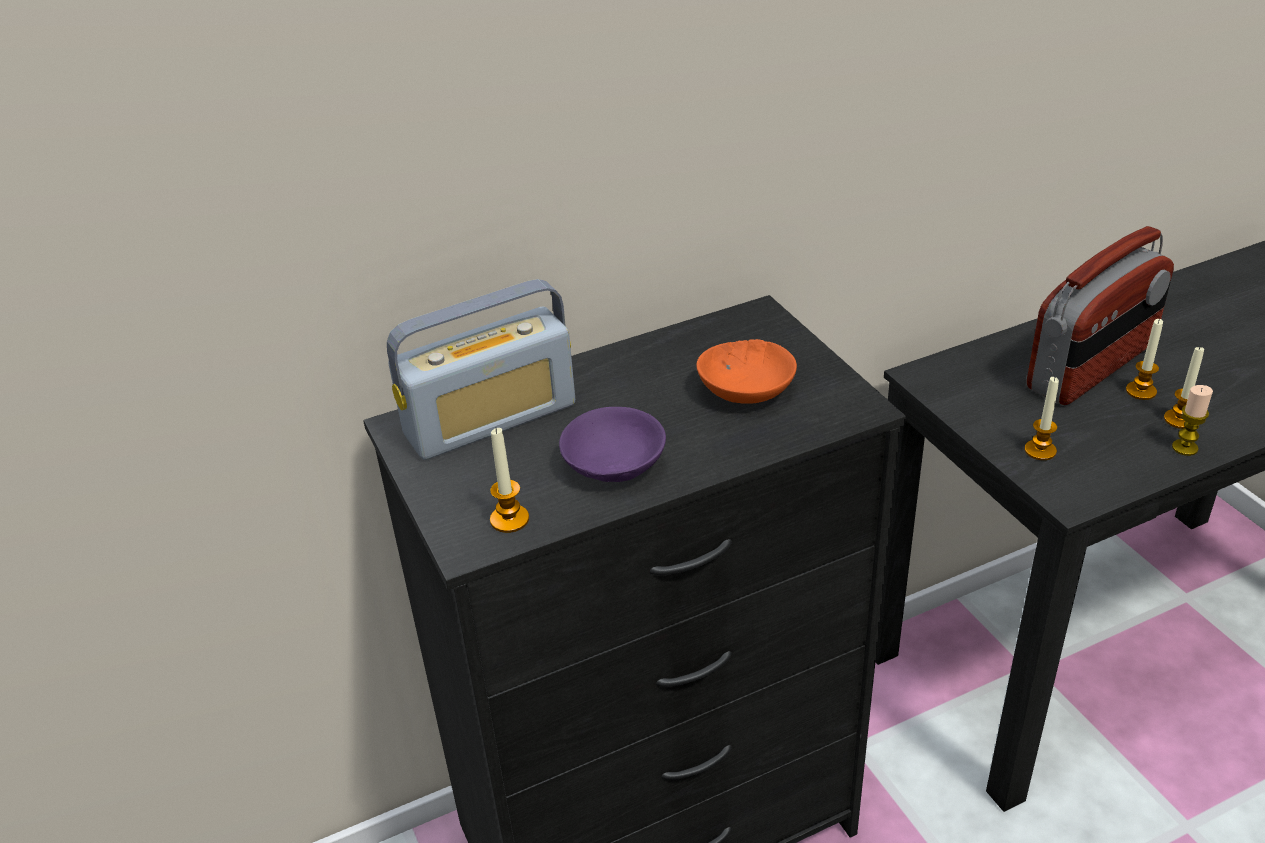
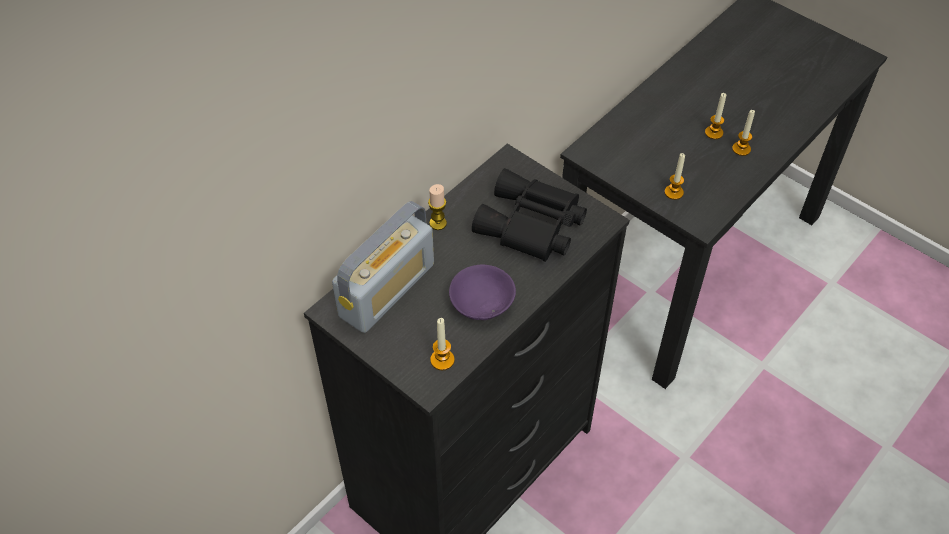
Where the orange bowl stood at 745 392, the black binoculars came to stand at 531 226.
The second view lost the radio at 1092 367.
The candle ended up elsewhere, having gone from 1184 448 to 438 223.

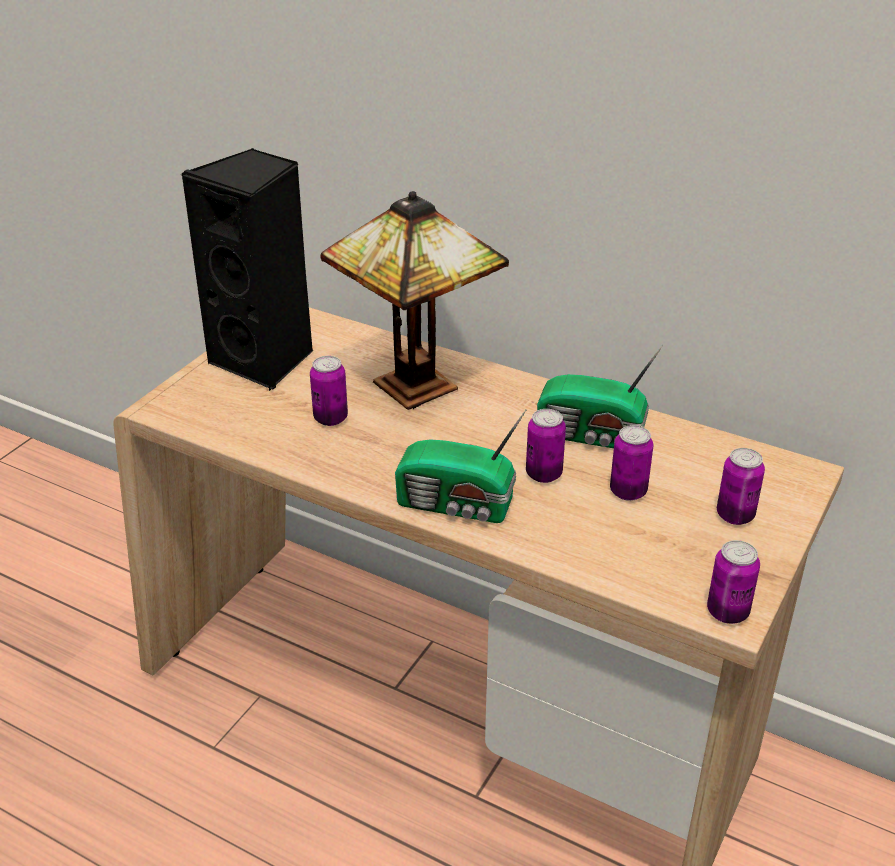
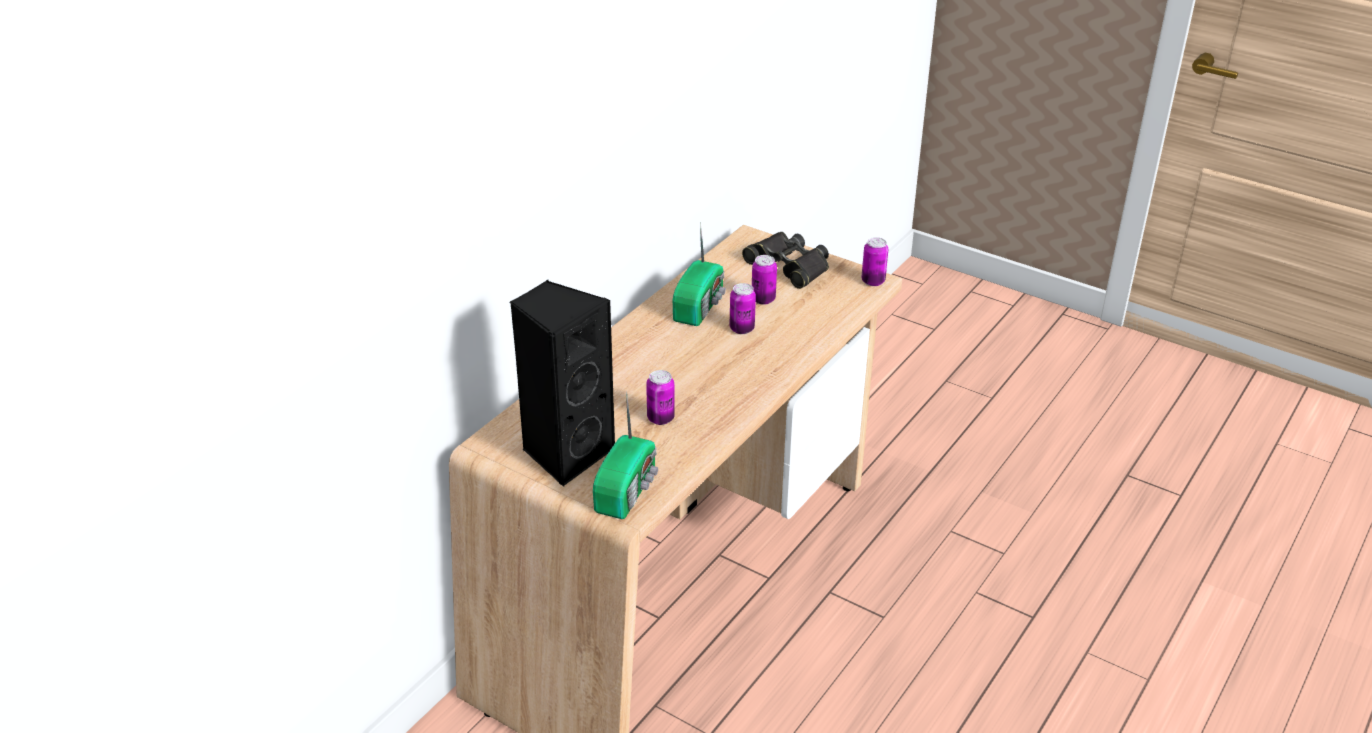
The second view lost the table lamp at 421 387.
The radio ended up elsewhere, having gone from 457 505 to 628 489.
Where the can stood at 735 515, the black binoculars came to stand at 789 266.

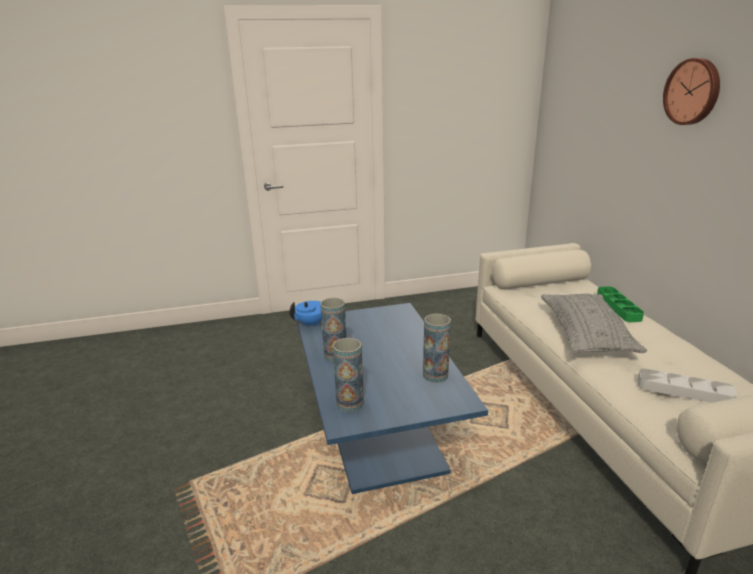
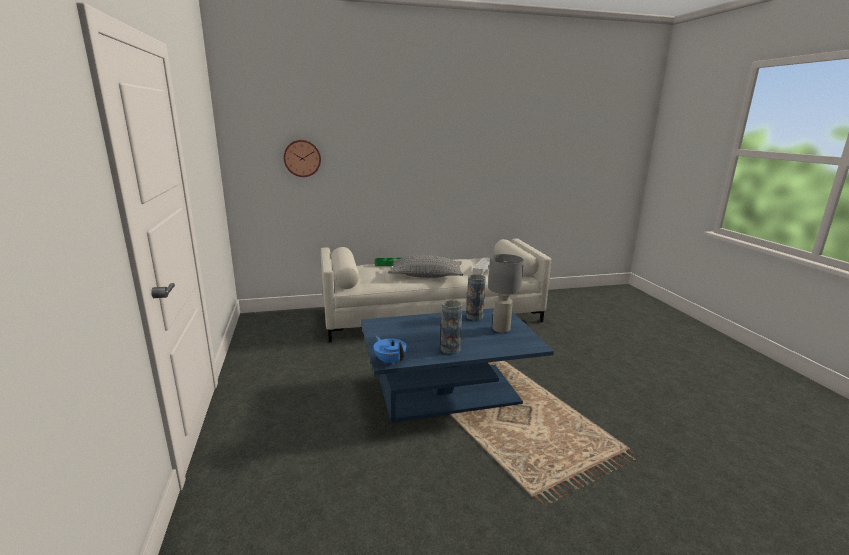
The second view lost the vase at 350 403.
The wall clock ended up elsewhere, having gone from 693 91 to 302 158.
The second view gained the grey table lamp at 501 329.

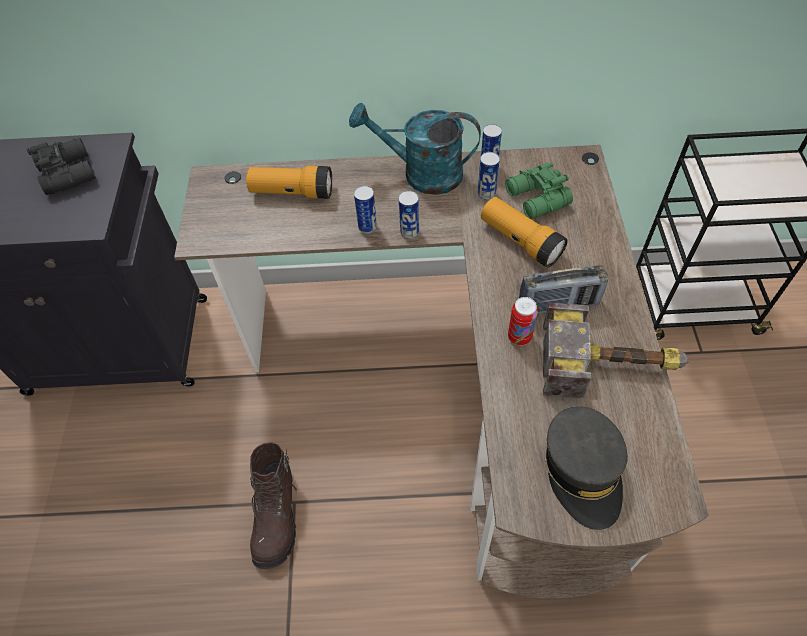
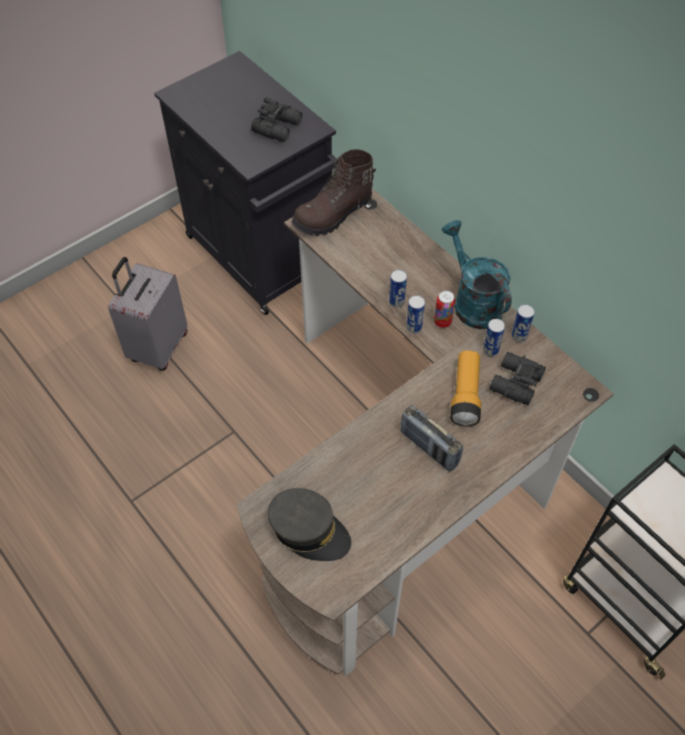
The second view lost the flashlight at 292 192.
The brown boot ended up elsewhere, having gone from 277 516 to 334 214.
What was the green binoculars at 536 199 turned into the black binoculars at 514 383.
The can ended up elsewhere, having gone from 519 337 to 442 322.
The second view lost the hammer at 612 365.
The grey cap at 583 471 ended up facing another way, 105 degrees counterclockwise from before.
The second view gained the grey suitcase at 157 347.

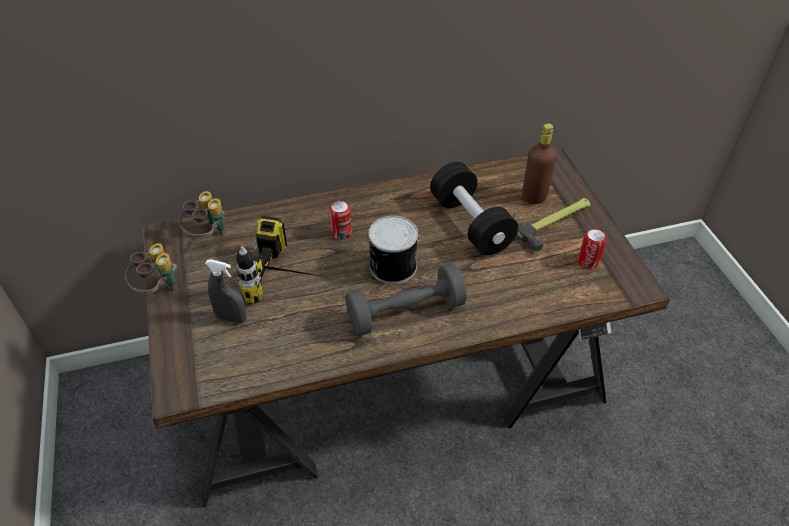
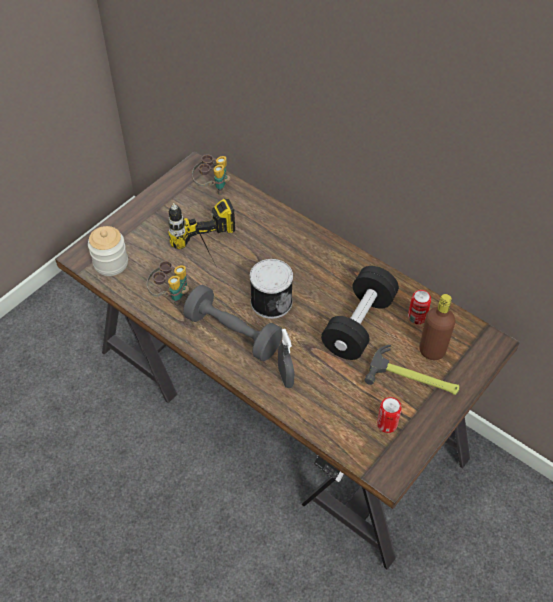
The binoculars ended up elsewhere, having gone from 158 289 to 170 295.
The grey spray bottle ended up elsewhere, having gone from 231 318 to 285 377.
The can ended up elsewhere, having gone from 341 233 to 417 317.
The second view gained the jar at 111 263.

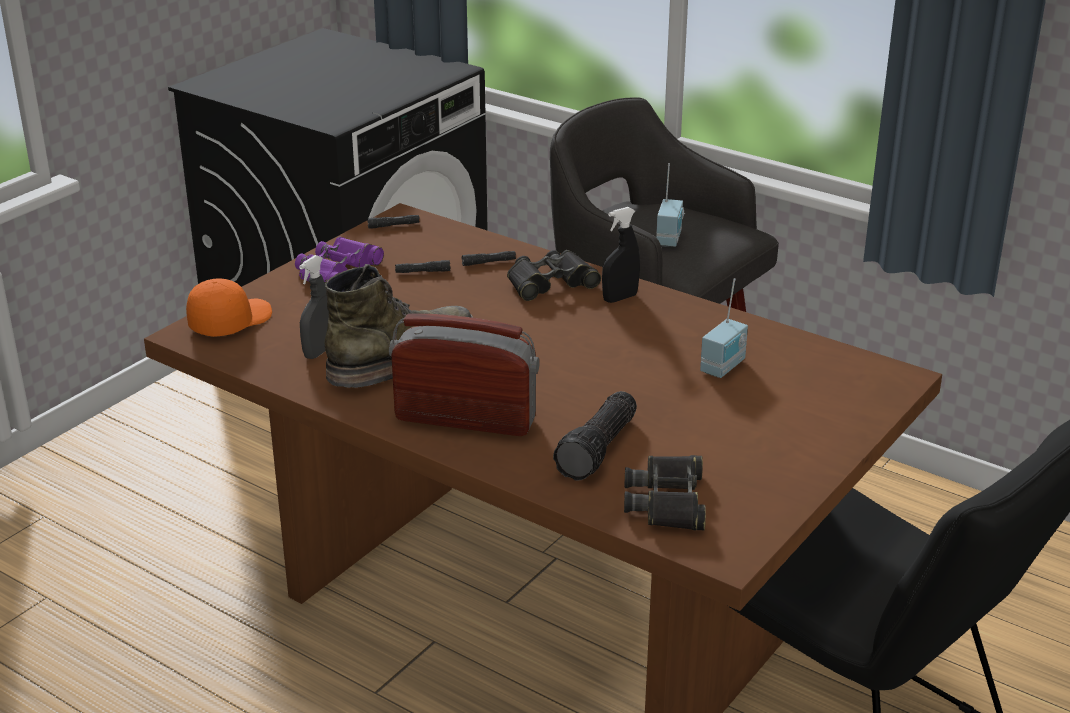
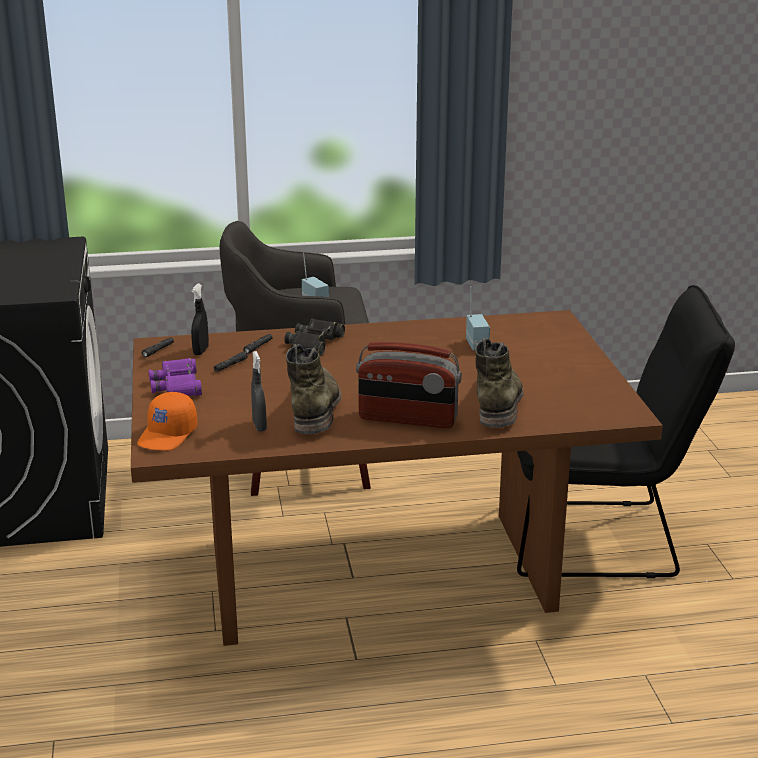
The orange cap at 230 321 ended up facing another way, 150 degrees counterclockwise from before.
The radio at 465 419 ended up facing another way, 135 degrees counterclockwise from before.
Where the flashlight stood at 600 450, the green boot came to stand at 497 402.
The black spray bottle ended up elsewhere, having gone from 620 298 to 201 351.
The second view lost the black binoculars at 668 501.

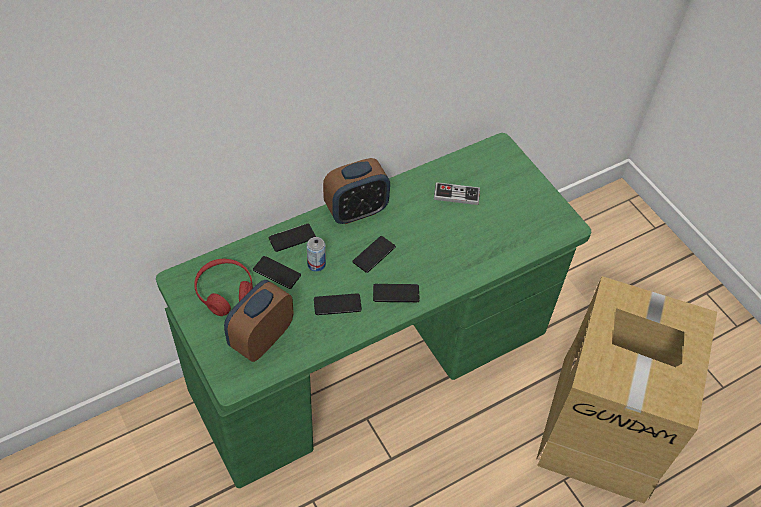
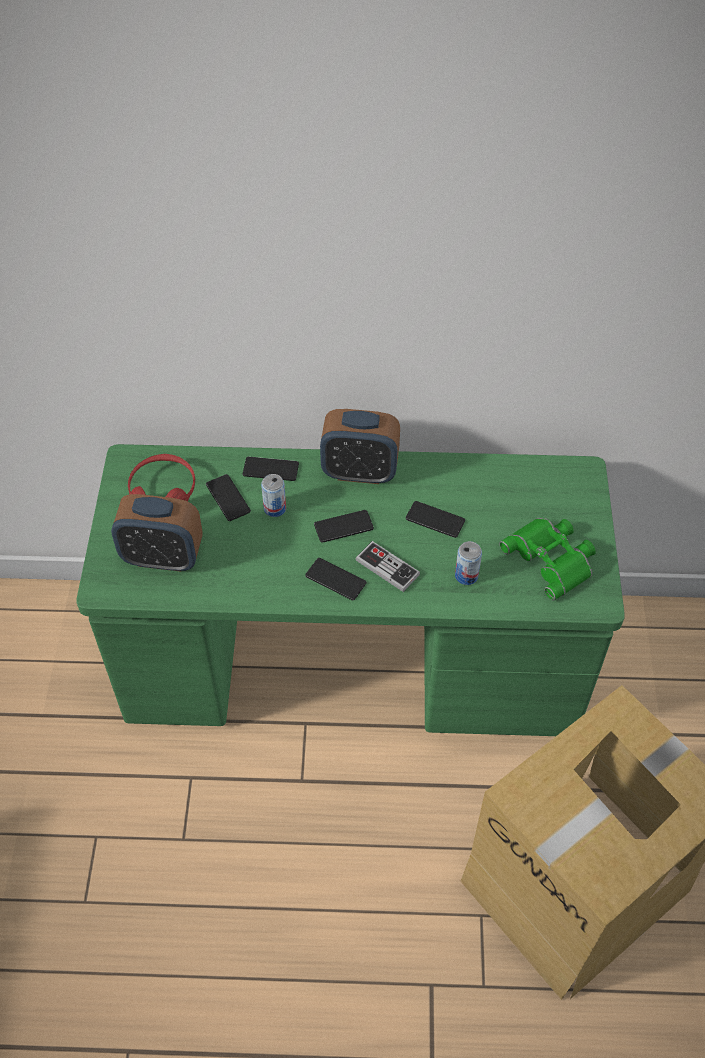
The alarm clock at 261 338 ended up facing another way, 150 degrees counterclockwise from before.
The phone ended up elsewhere, having gone from 337 305 to 435 520.
The game controller ended up elsewhere, having gone from 456 195 to 387 567.
The second view gained the can at 466 575.
The second view gained the green binoculars at 552 558.

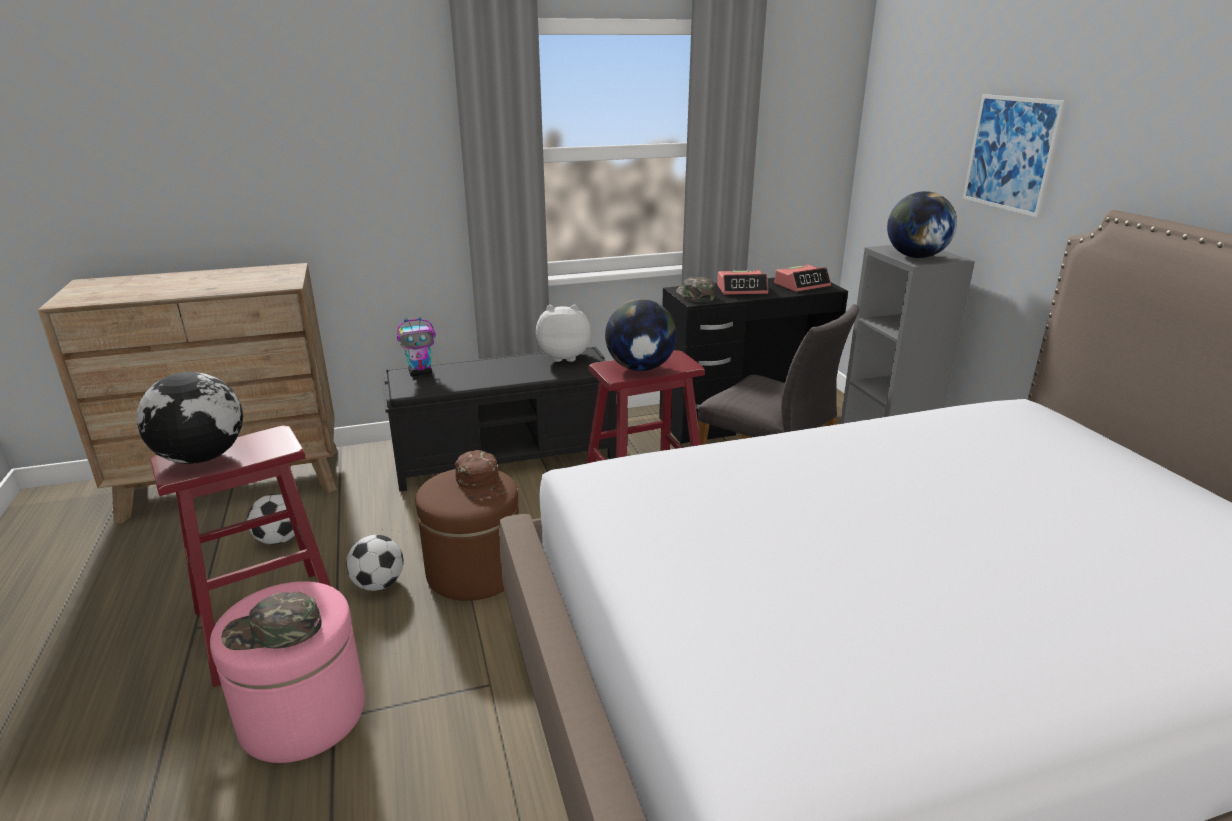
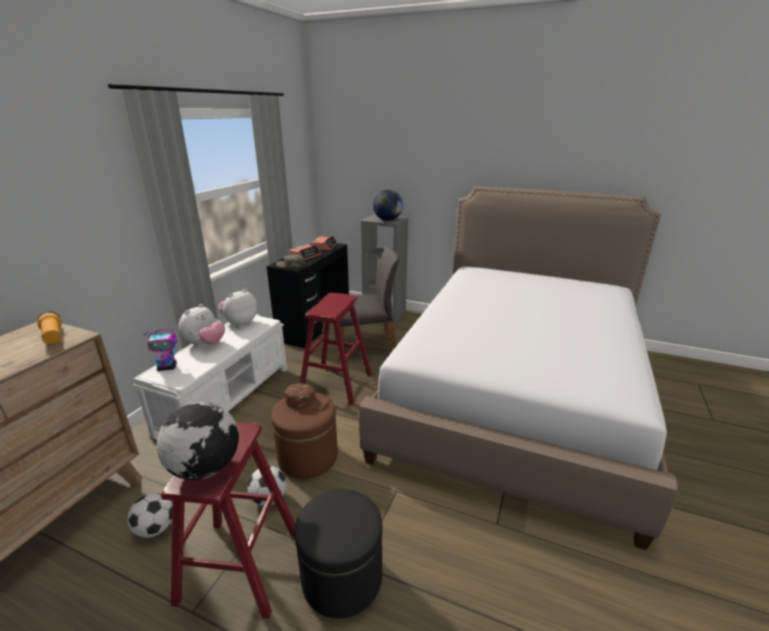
What was the pink ottoman at 303 714 turned into the black ottoman at 342 577.
The second view lost the green cap at 273 631.
What was the black bench at 507 457 turned into the white bench at 227 399.
The toy robot at 421 373 ended up facing another way, 60 degrees clockwise from before.
The second view lost the globe at 640 368.
The second view lost the picture at 1010 153.
The second view gained the flashlight at 53 336.
The second view gained the plush toy at 205 344.

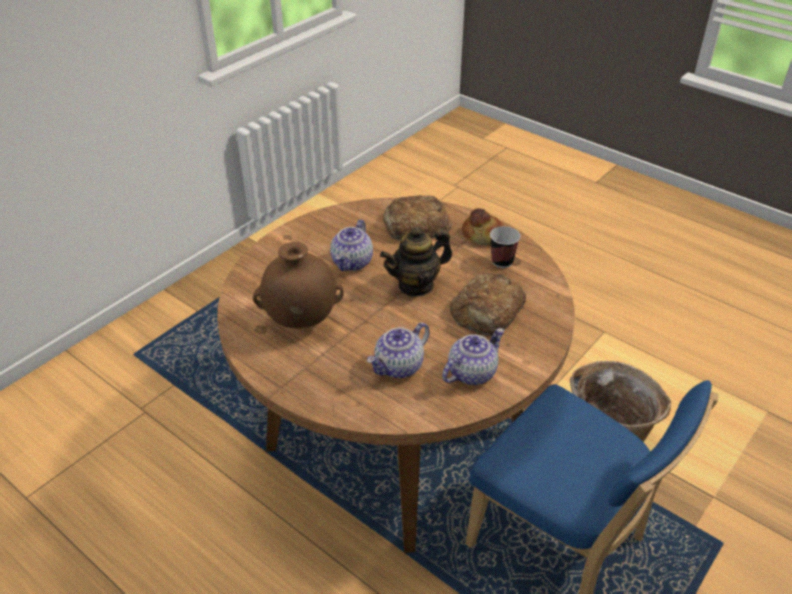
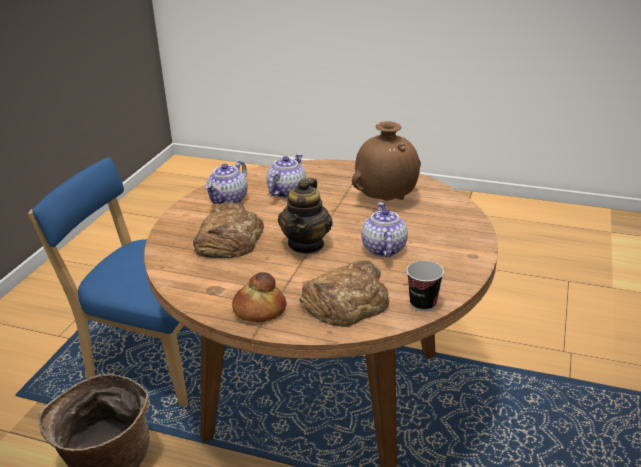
The teapot at 416 285 ended up facing another way, 150 degrees clockwise from before.
The cup ended up elsewhere, having gone from 502 261 to 423 303.

